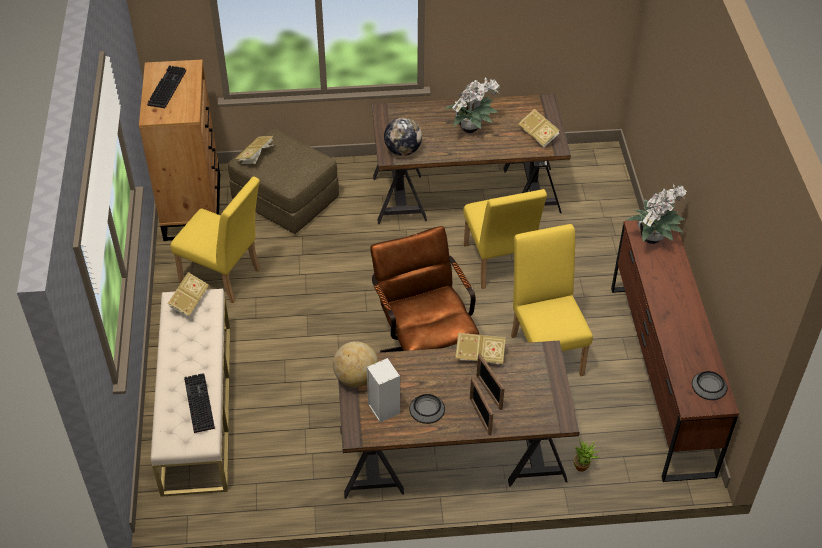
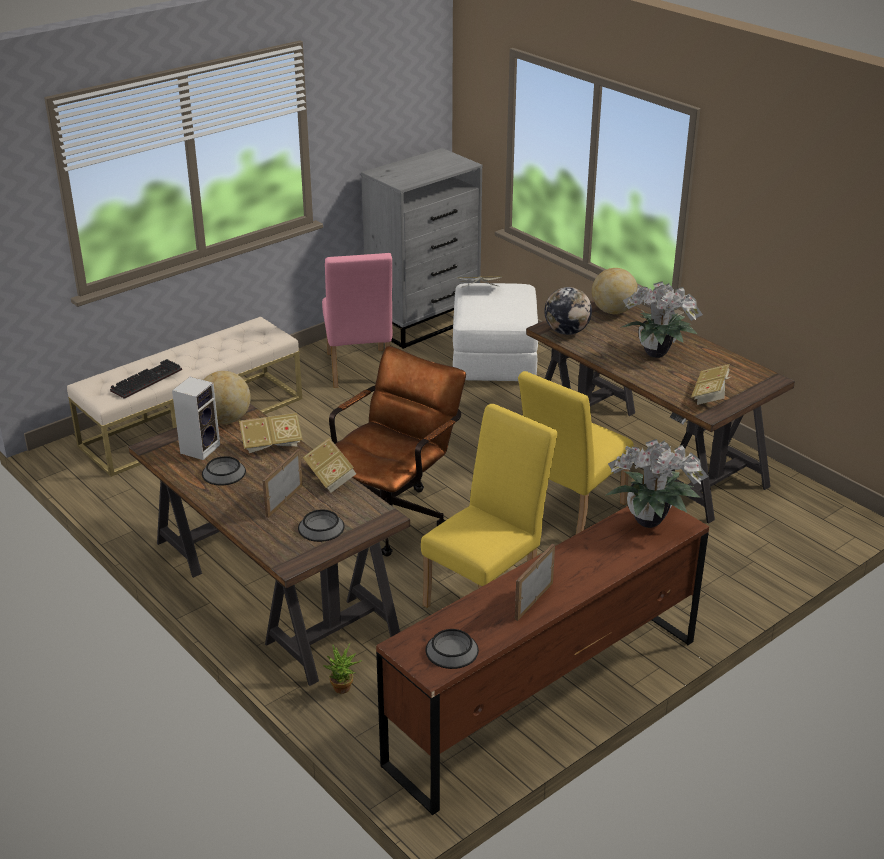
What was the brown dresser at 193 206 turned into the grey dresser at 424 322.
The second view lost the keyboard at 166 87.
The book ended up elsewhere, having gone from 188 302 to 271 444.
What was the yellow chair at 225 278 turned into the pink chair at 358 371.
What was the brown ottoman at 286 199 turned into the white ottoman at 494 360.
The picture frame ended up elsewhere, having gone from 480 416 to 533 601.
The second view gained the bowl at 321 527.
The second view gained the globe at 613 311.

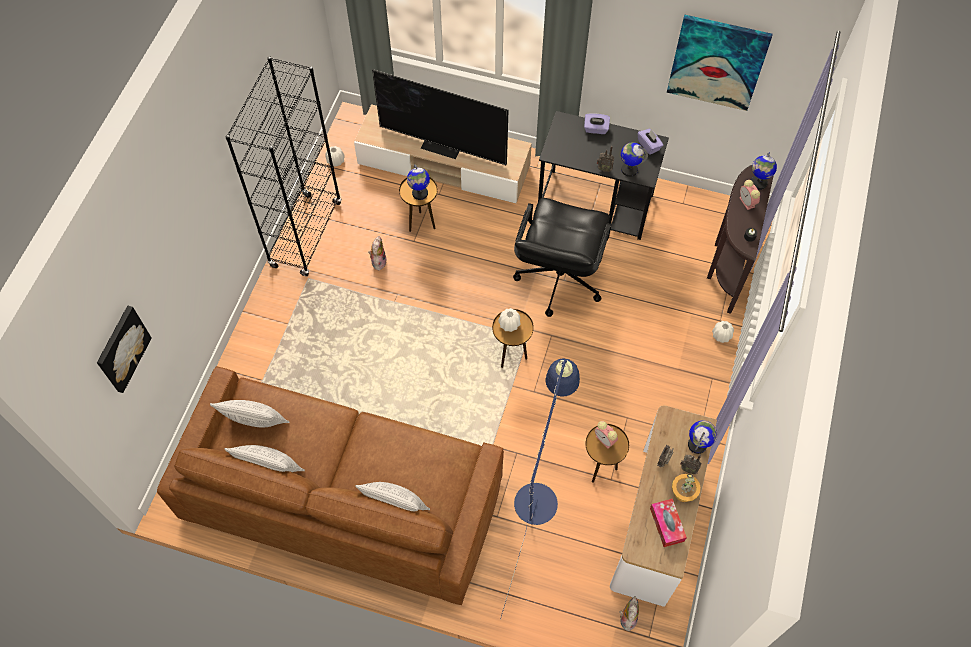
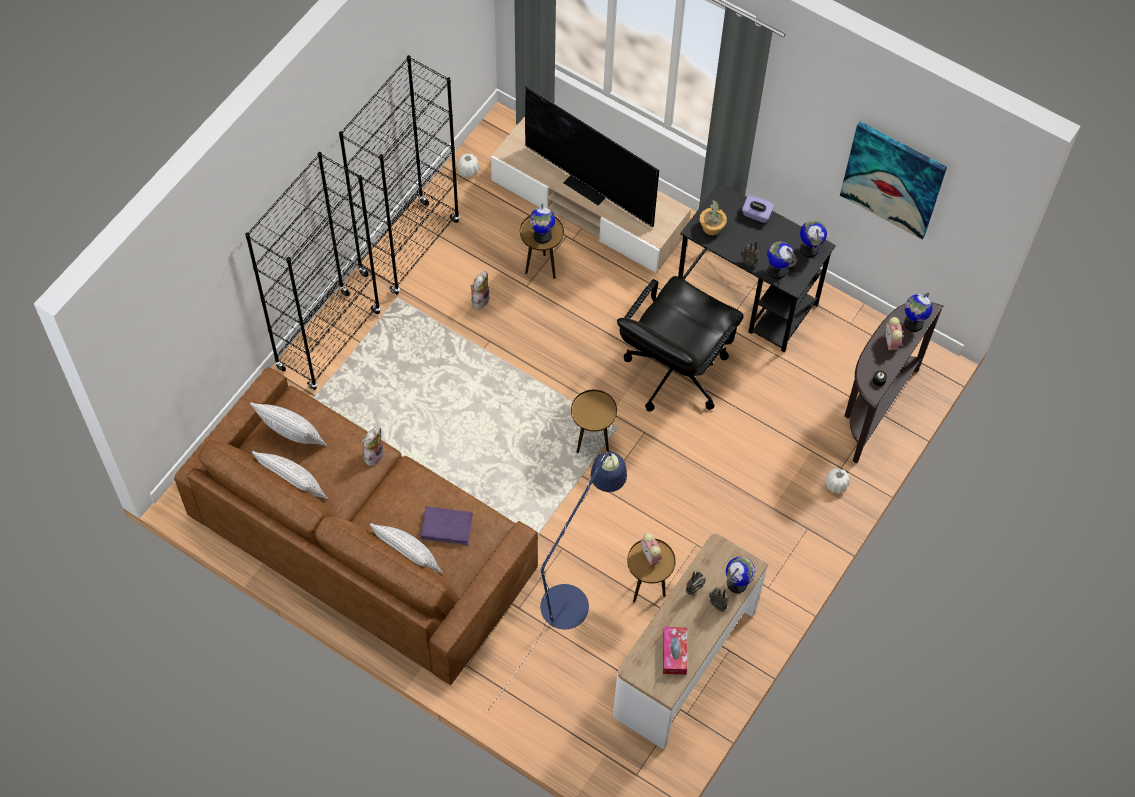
The second view lost the picture at 121 348.
The second view lost the white vase at 509 324.
The plush toy ended up elsewhere, having gone from 627 618 to 373 454.
Where the purple tissue box stood at 649 146, the globe came to stand at 809 249.
The potted plant ended up elsewhere, having gone from 683 492 to 711 227.
The second view gained the black bookcase at 329 340.
The second view gained the purple book at 447 526.

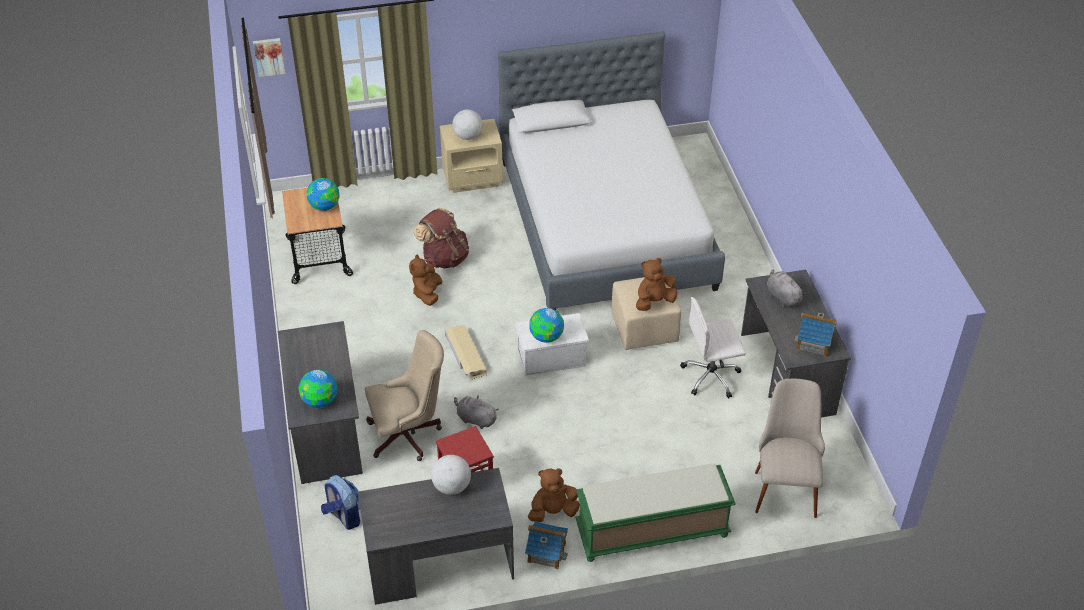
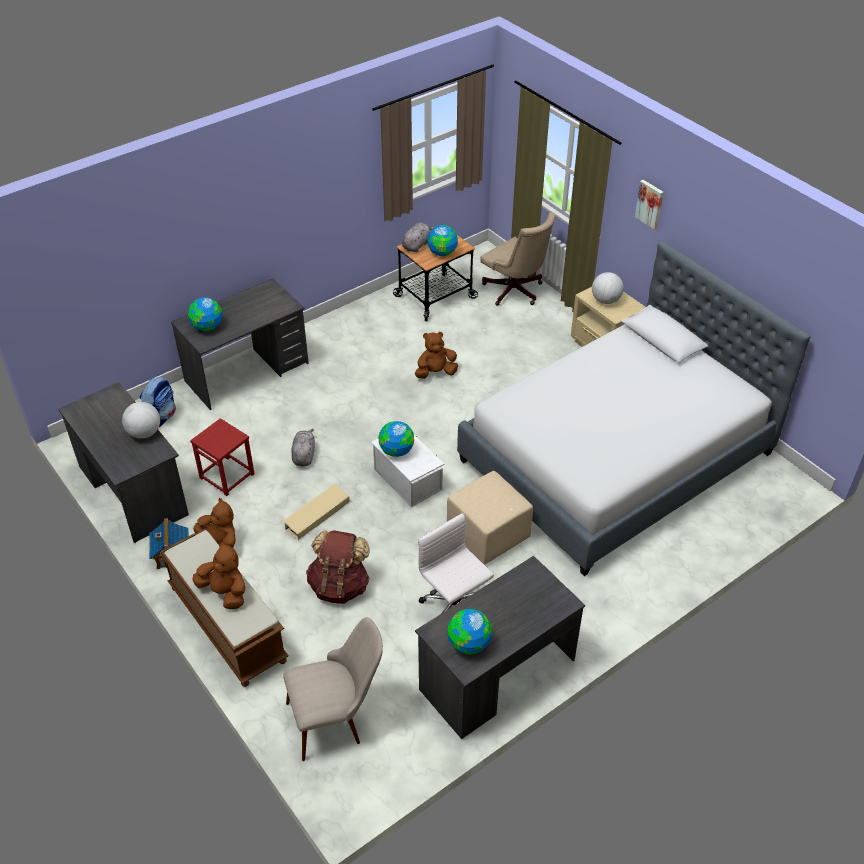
The picture ended up elsewhere, having gone from 269 56 to 650 204.
The beige office chair ended up elsewhere, having gone from 409 435 to 515 292.
The brown backpack ended up elsewhere, having gone from 444 258 to 339 586.
The beige storage box ended up elsewhere, having gone from 465 355 to 316 515.
What was the green bench at 651 532 turned into the brown bench at 226 624.
The brown plush toy ended up elsewhere, having gone from 654 301 to 225 592.
The grey plush toy ended up elsewhere, having gone from 782 296 to 417 245.
Where the toy house stood at 814 343, the globe came to stand at 468 644.

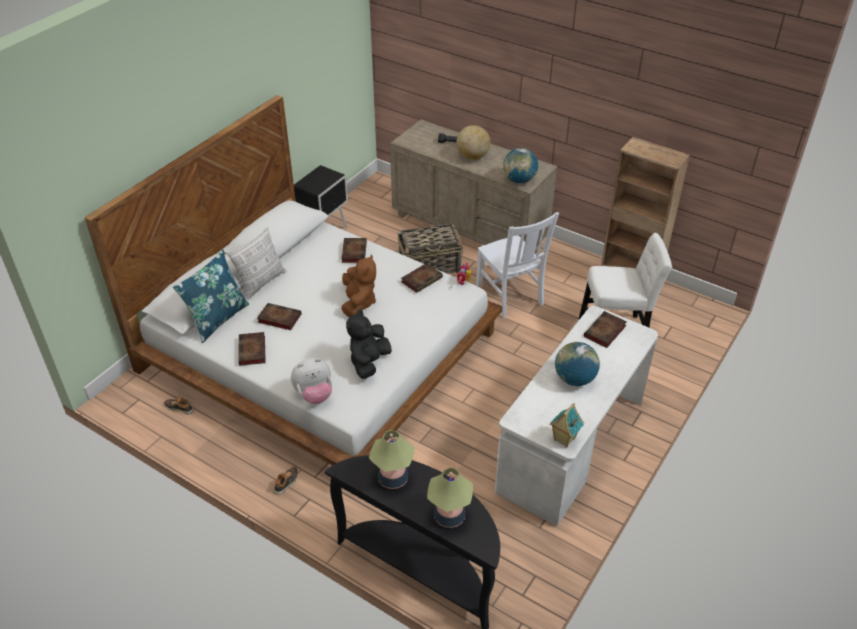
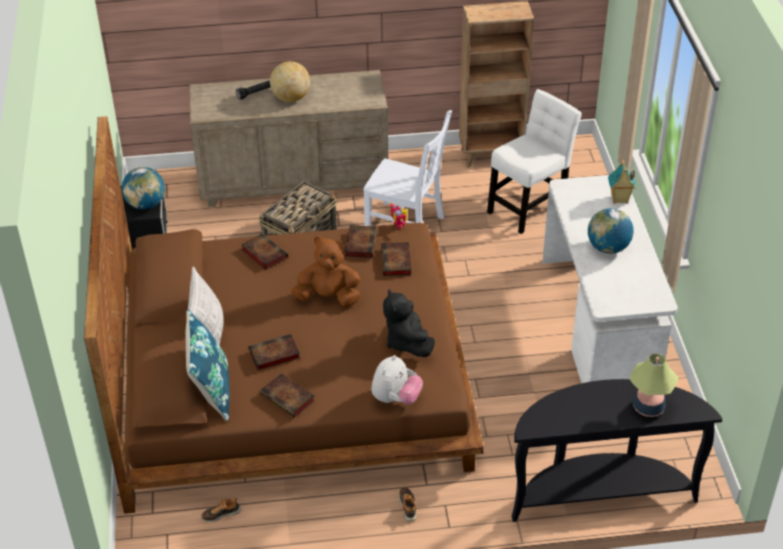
What was the white bed at 321 350 turned into the brown bed at 293 376.
The brown plush toy at 358 303 ended up facing another way, 45 degrees counterclockwise from before.
The second view lost the table lamp at 393 478.
The globe ended up elsewhere, having gone from 519 180 to 146 204.
The toy house ended up elsewhere, having gone from 563 439 to 619 199.
The book ended up elsewhere, having gone from 604 332 to 396 262.

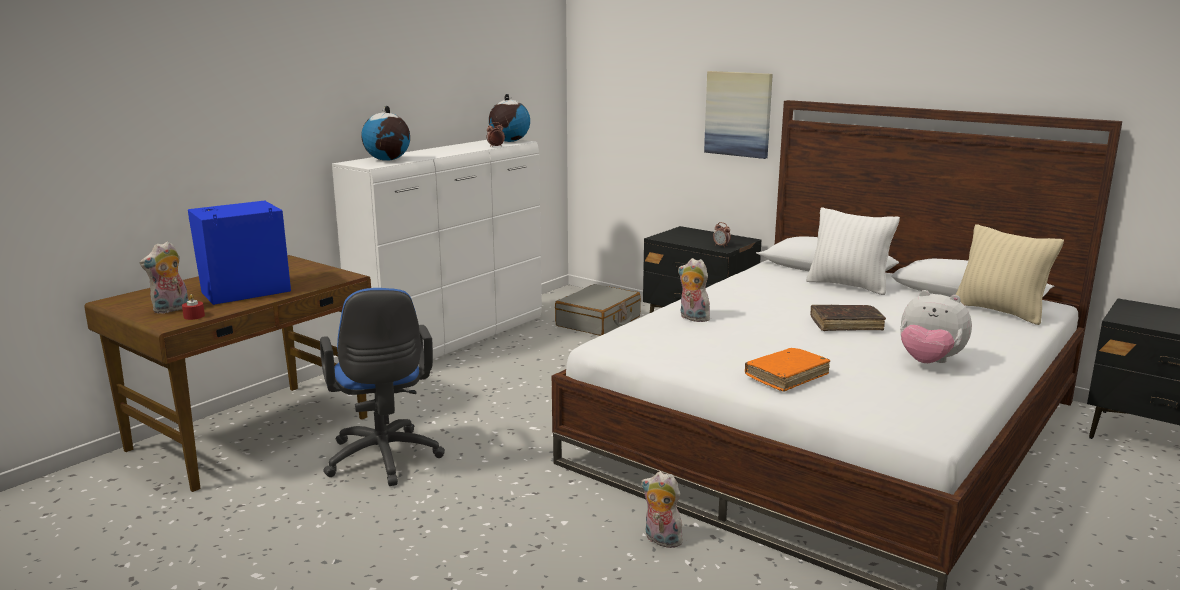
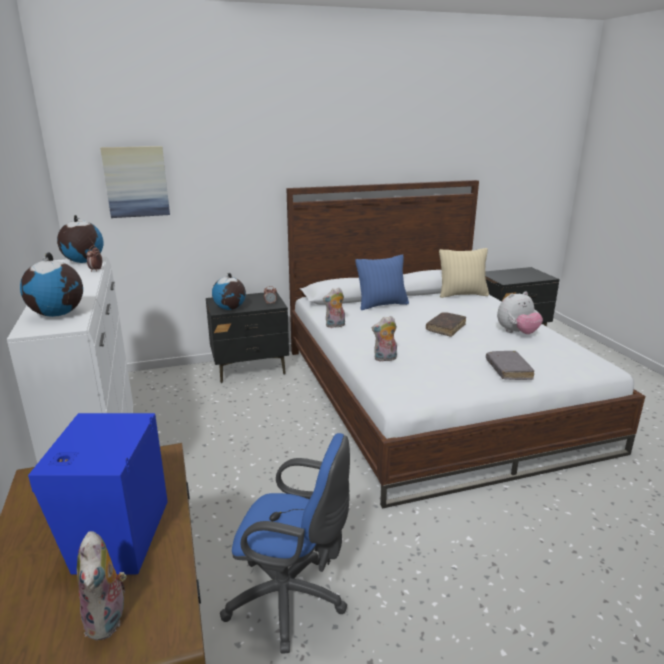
The second view lost the red candle at 194 316.
The second view lost the grey suitcase at 598 322.
The plush toy ended up elsewhere, having gone from 660 540 to 335 326.
The picture ended up elsewhere, having gone from 738 114 to 136 182.
What was the orange book at 786 376 turned into the grey book at 508 370.
What was the white pillow at 848 286 turned into the blue pillow at 382 305.
The second view gained the globe at 230 309.

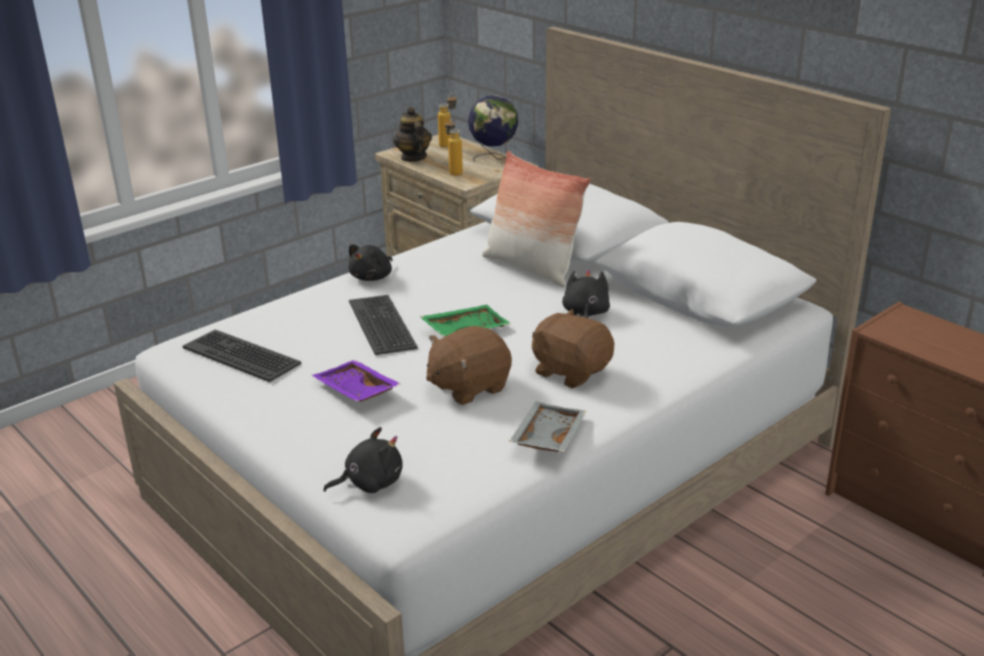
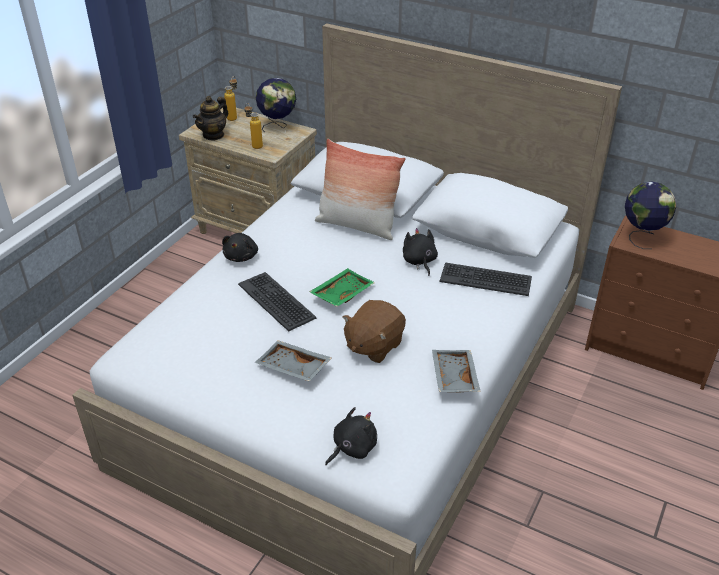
The keyboard ended up elsewhere, having gone from 242 356 to 485 279.
What was the purple tray at 355 391 turned into the grey tray at 292 368.
The teapot at 413 158 ended up facing another way, 105 degrees counterclockwise from before.
The second view lost the brown plush toy at 571 371.
The second view gained the globe at 641 237.

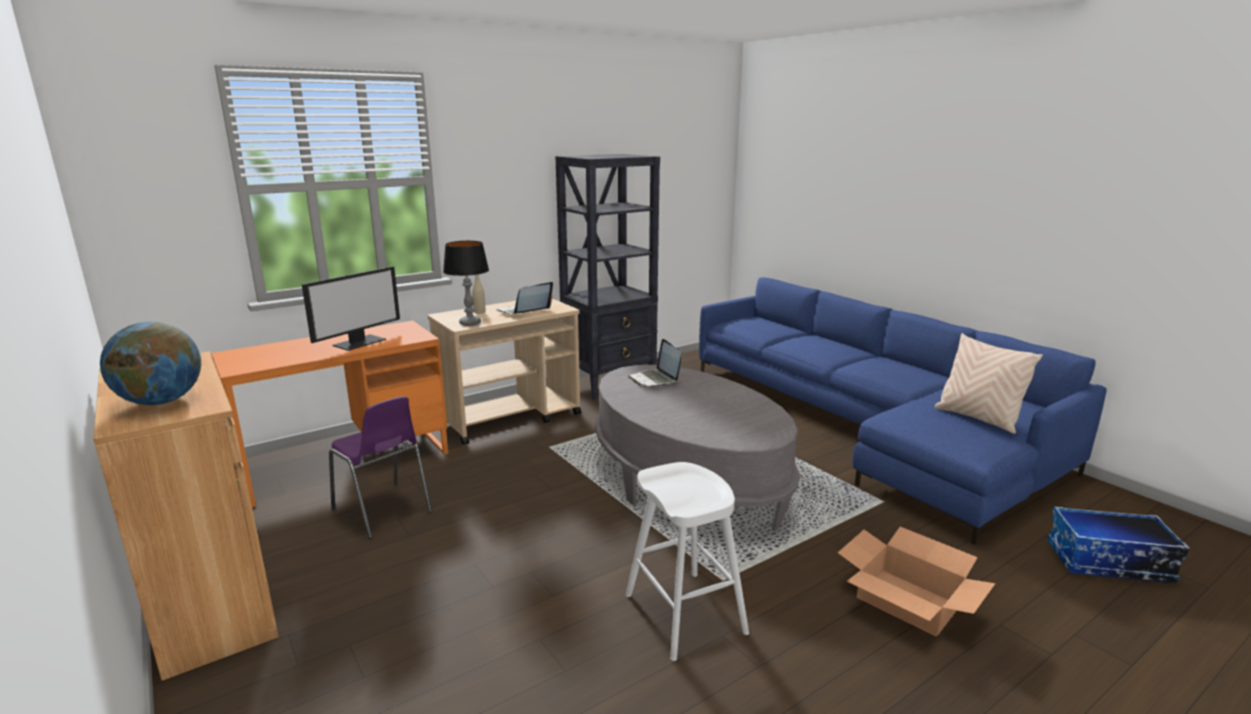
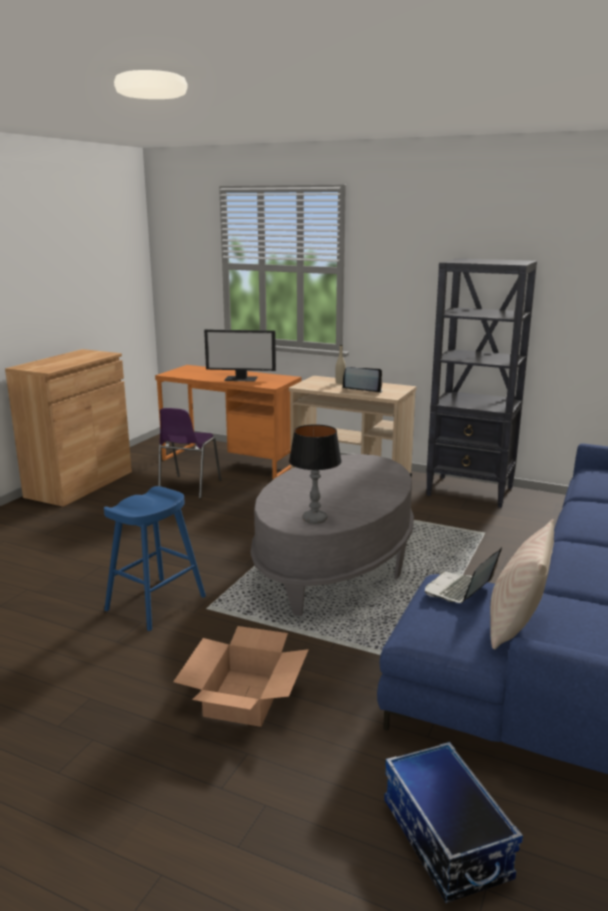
The second view lost the globe at 161 401.
The table lamp ended up elsewhere, having gone from 470 323 to 314 519.
What was the white stool at 684 613 turned into the blue stool at 156 603.
The laptop ended up elsewhere, having gone from 655 379 to 459 590.

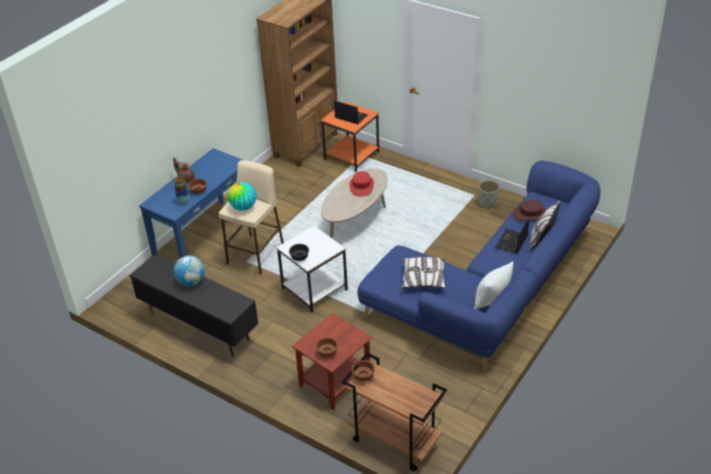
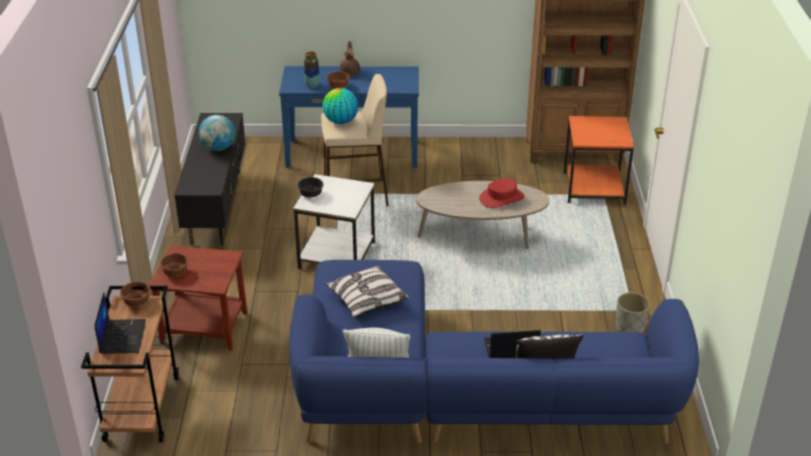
The laptop ended up elsewhere, having gone from 350 116 to 122 336.
The second view lost the brown hat at 530 214.

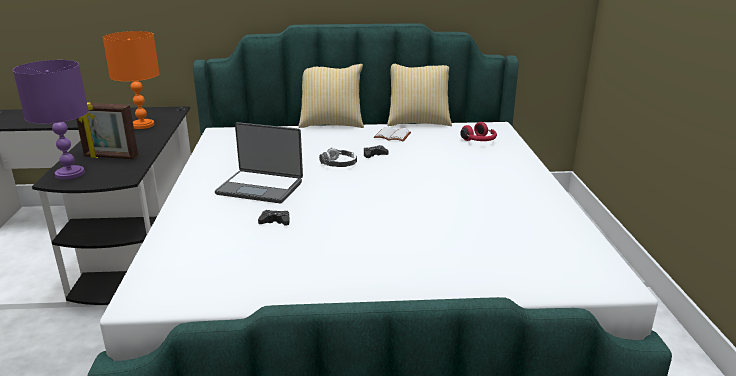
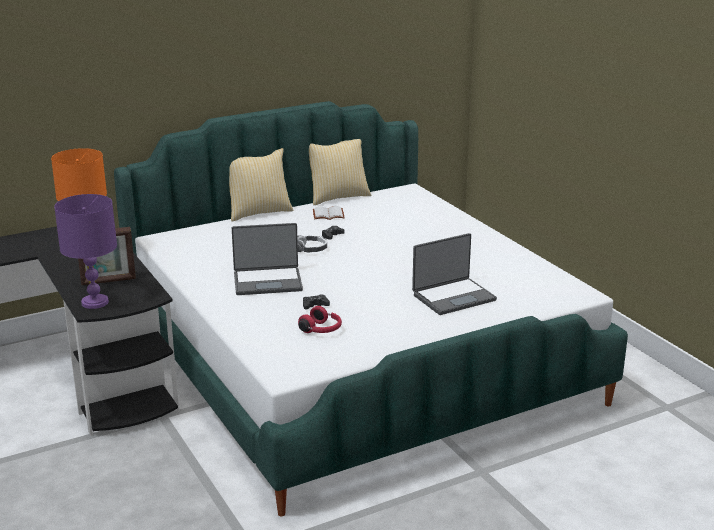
The red headphones ended up elsewhere, having gone from 479 141 to 321 330.
The second view gained the laptop at 453 297.

